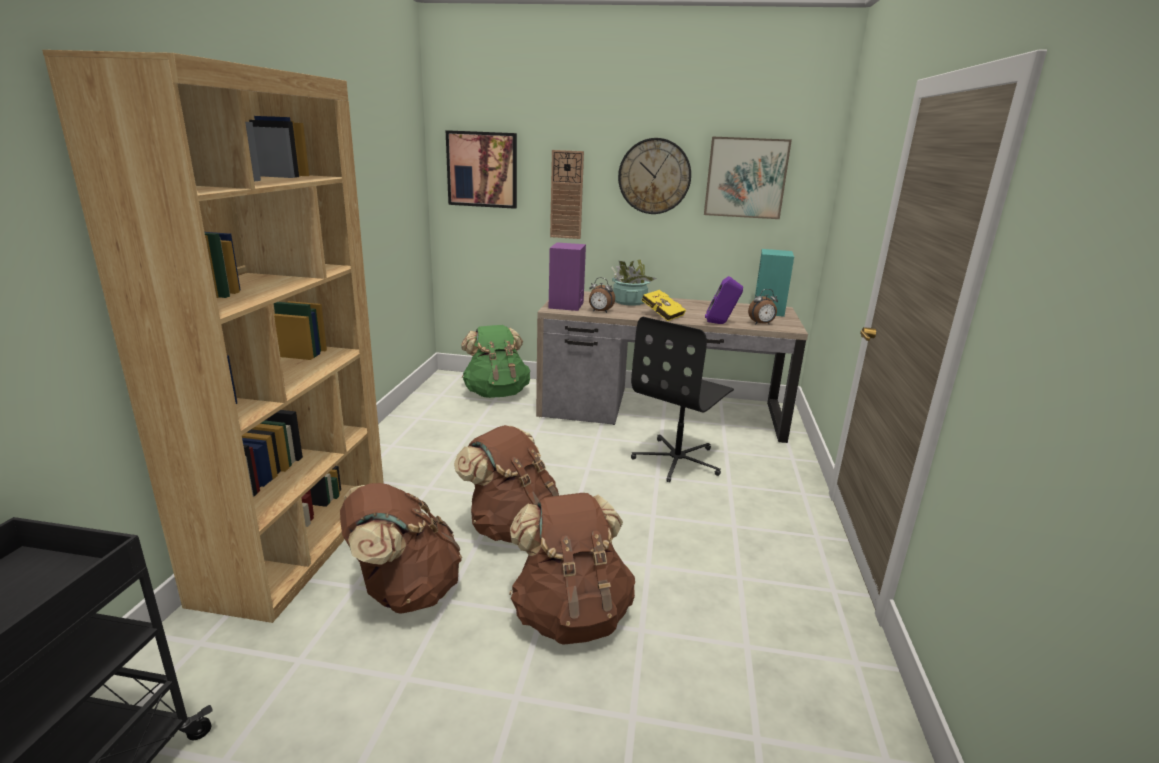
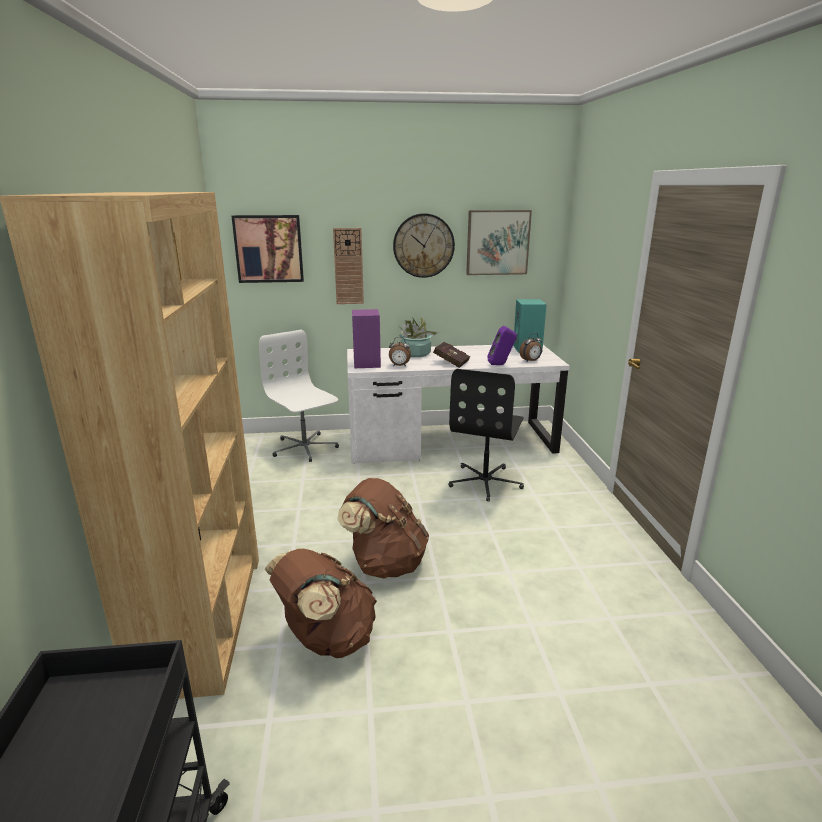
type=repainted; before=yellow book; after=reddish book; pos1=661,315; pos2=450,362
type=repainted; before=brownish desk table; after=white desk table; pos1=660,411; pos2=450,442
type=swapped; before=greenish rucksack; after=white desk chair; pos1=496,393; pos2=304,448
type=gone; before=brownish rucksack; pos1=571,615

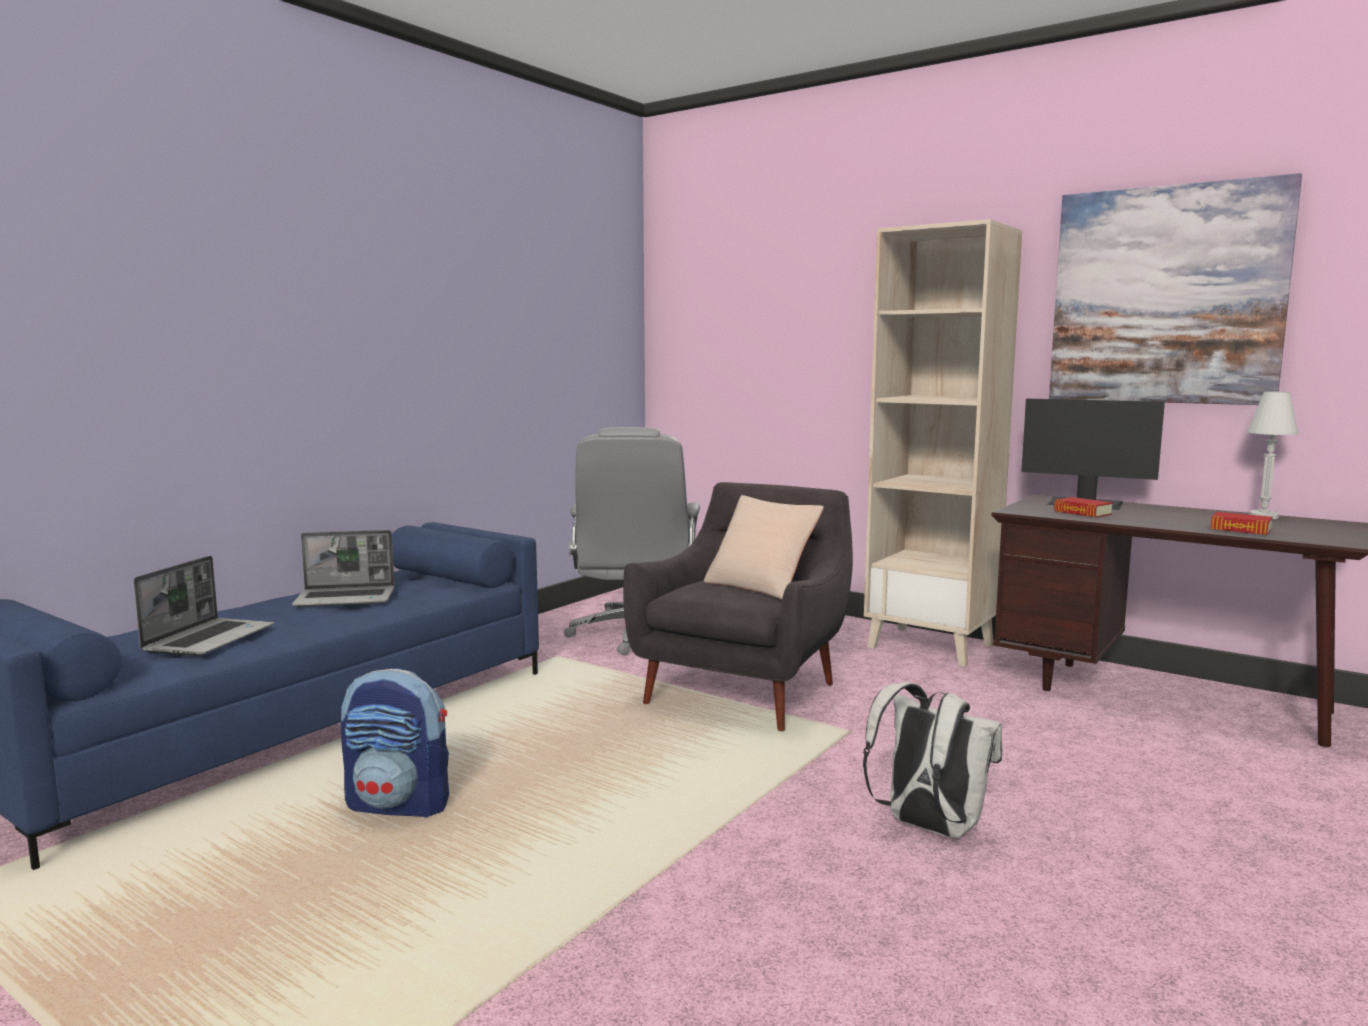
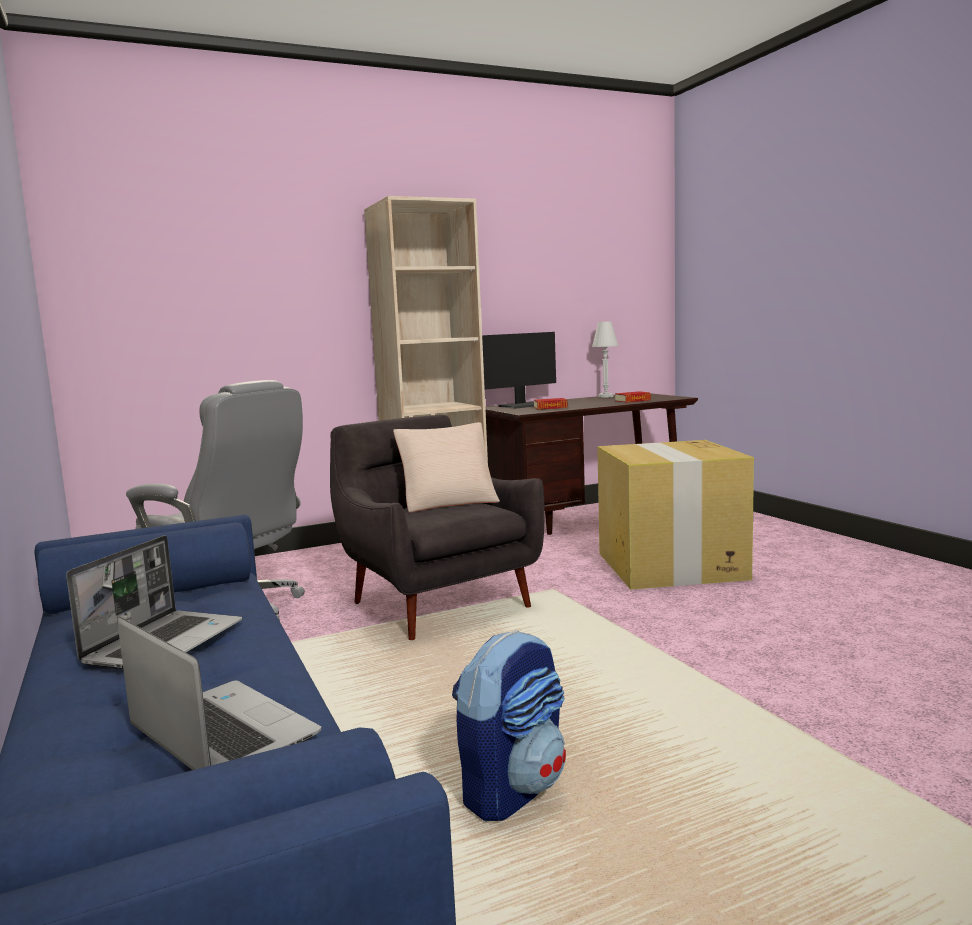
type=gone; before=wall art; pos1=1165,296
type=gone; before=white rucksack; pos1=928,827
type=new; after=packing box; pos2=671,566

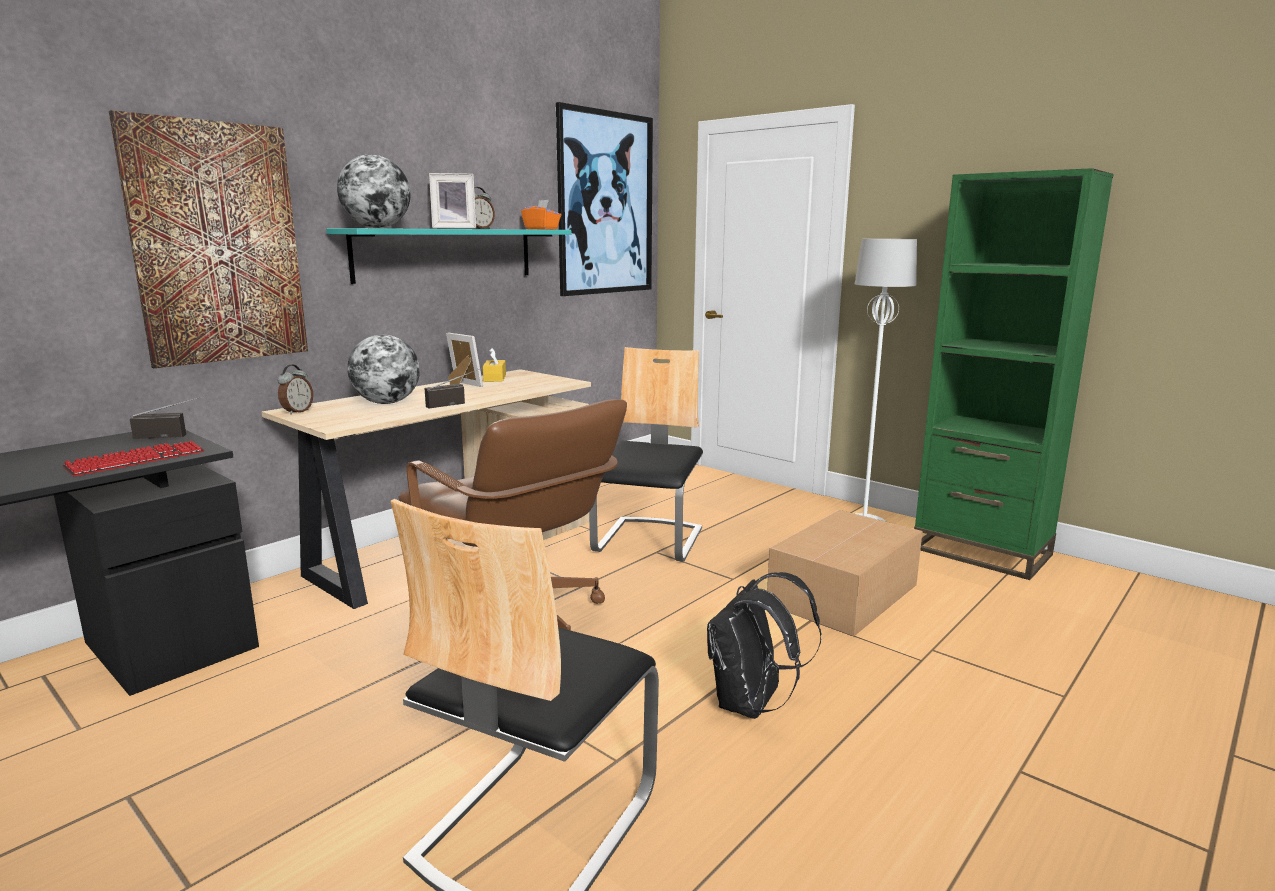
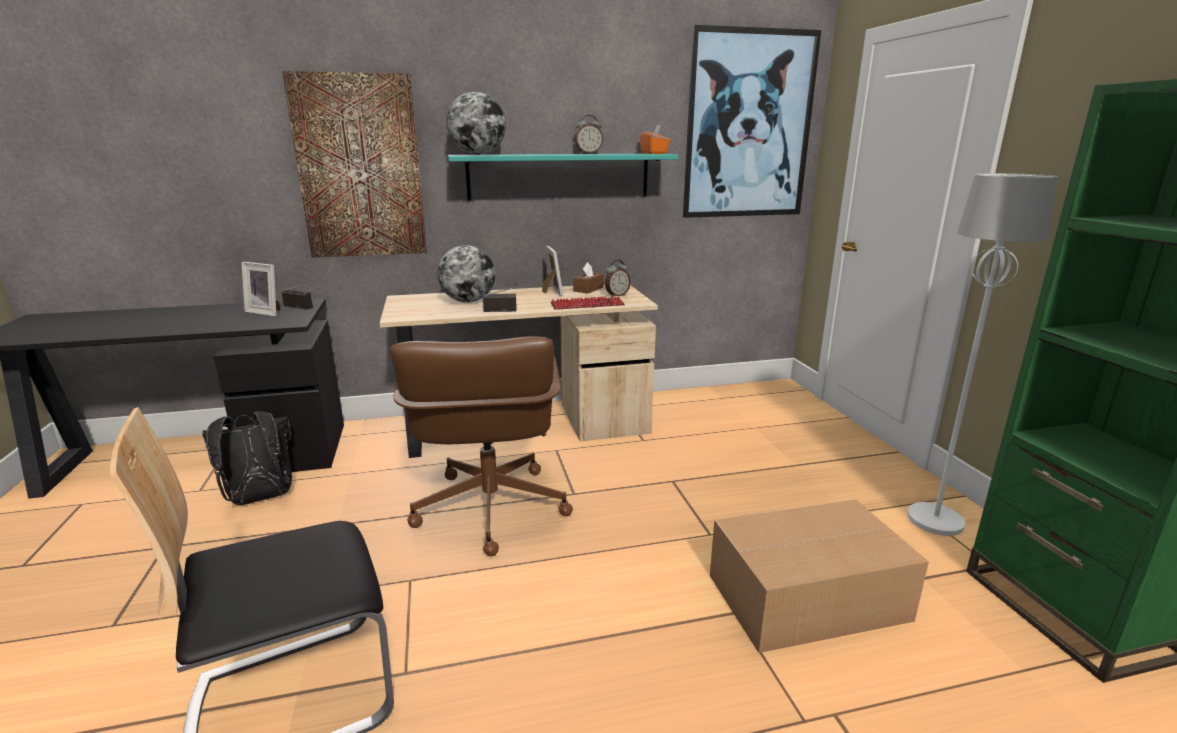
type=shifted; before=standing frame; pos1=454,228; pos2=267,312
type=gone; before=chair; pos1=649,540
type=repainted; before=yellow tissue holder; after=brownish tissue holder; pos1=494,378; pos2=588,289
type=shifted; before=alarm clock; pos1=297,412; pos2=616,295
type=shifted; before=computer keyboard; pos1=137,460; pos2=587,305
type=shifted; before=black rucksack; pos1=751,705; pos2=260,499

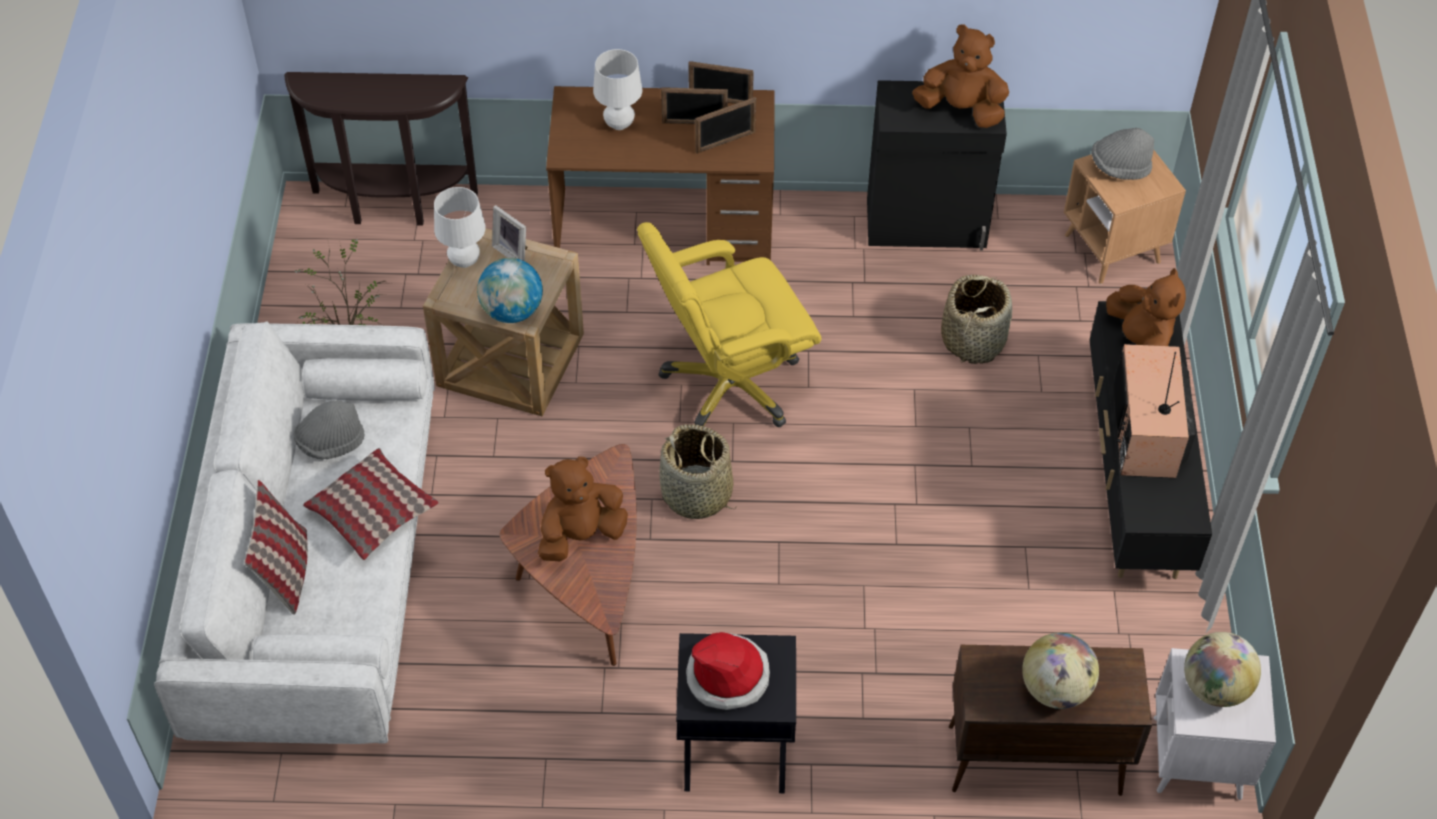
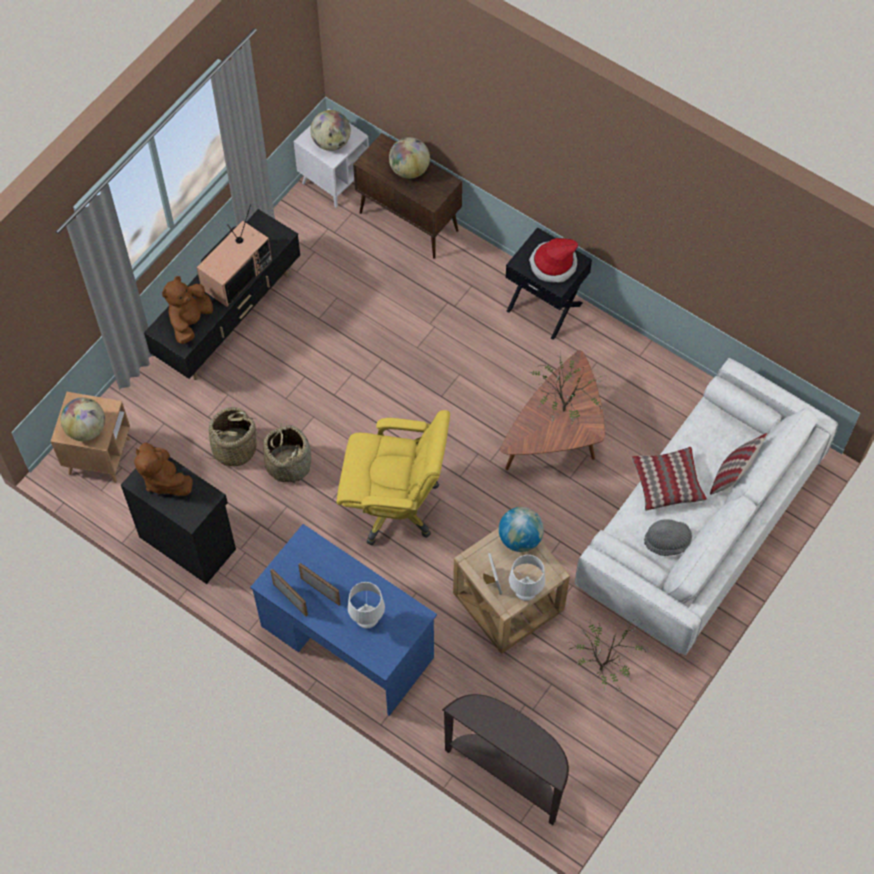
type=repainted; before=brownish desk table; after=bluish desk table; pos1=665,228; pos2=347,641
type=gone; before=standing frame; pos1=725,142
type=swapped; before=gray wearable hat; after=desk globe; pos1=1119,167; pos2=86,429
type=shifted; before=household basket; pos1=697,494; pos2=288,464
type=swapped; before=brownish plush toy; after=plant in a pot; pos1=581,535; pos2=561,412

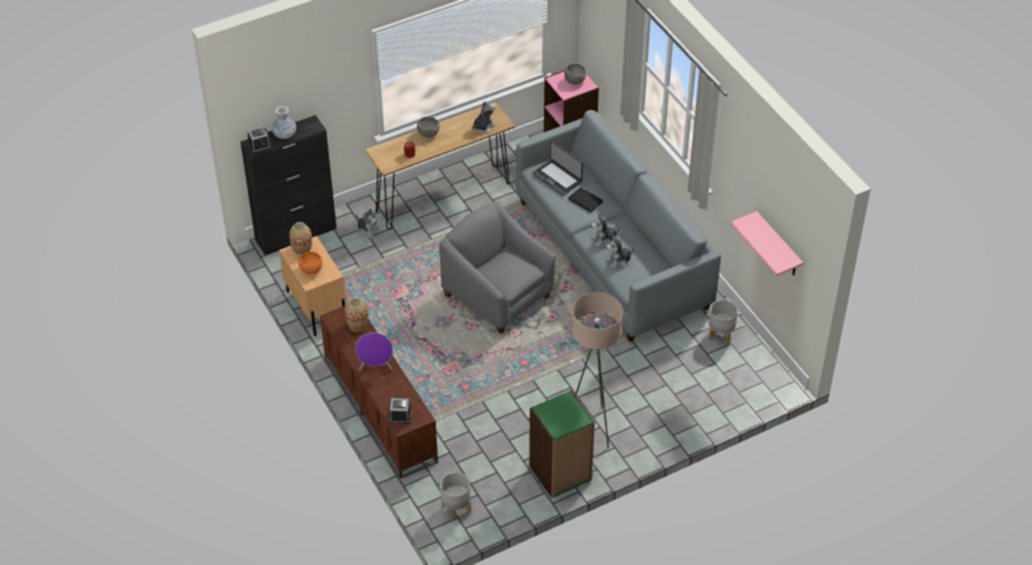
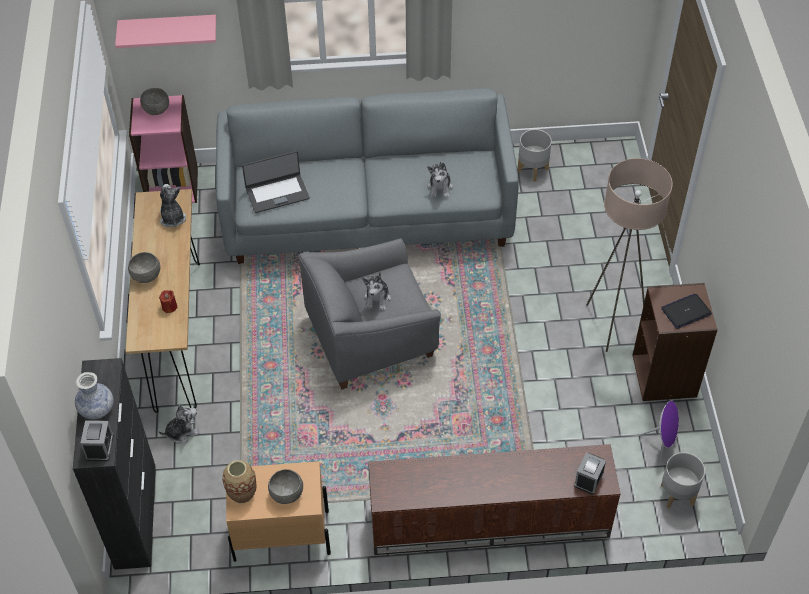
type=shifted; before=portable computer; pos1=585,200; pos2=686,311
type=shifted; before=pink-coloured wall shelf; pos1=778,246; pos2=169,30
type=shifted; before=plush toy; pos1=604,239; pos2=377,298
type=repainted; before=orange deep dish; after=gray deep dish; pos1=311,270; pos2=287,493
type=gone; before=flower vase; pos1=357,325
type=shifted; before=purplish loudspeaker; pos1=376,367; pos2=661,442
type=repainted; before=greenish shelving unit; after=brownish shelving unit; pos1=560,473; pos2=665,376

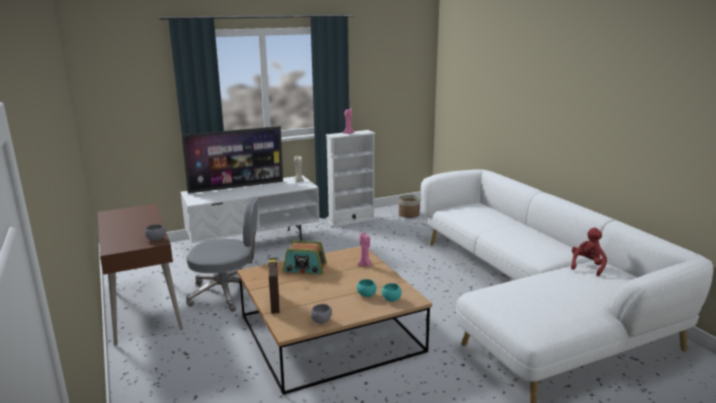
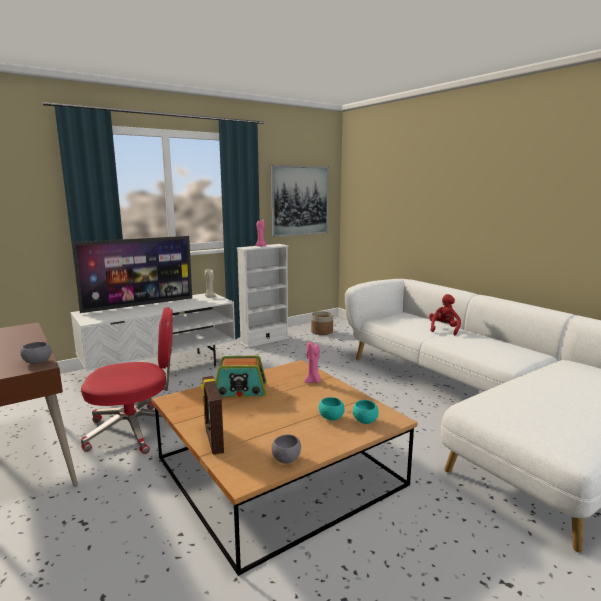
type=repainted; before=gray desk chair; after=reddish desk chair; pos1=227,293; pos2=136,430
type=shifted; before=reddish plush toy; pos1=587,266; pos2=444,329
type=new; after=wall art; pos2=299,200

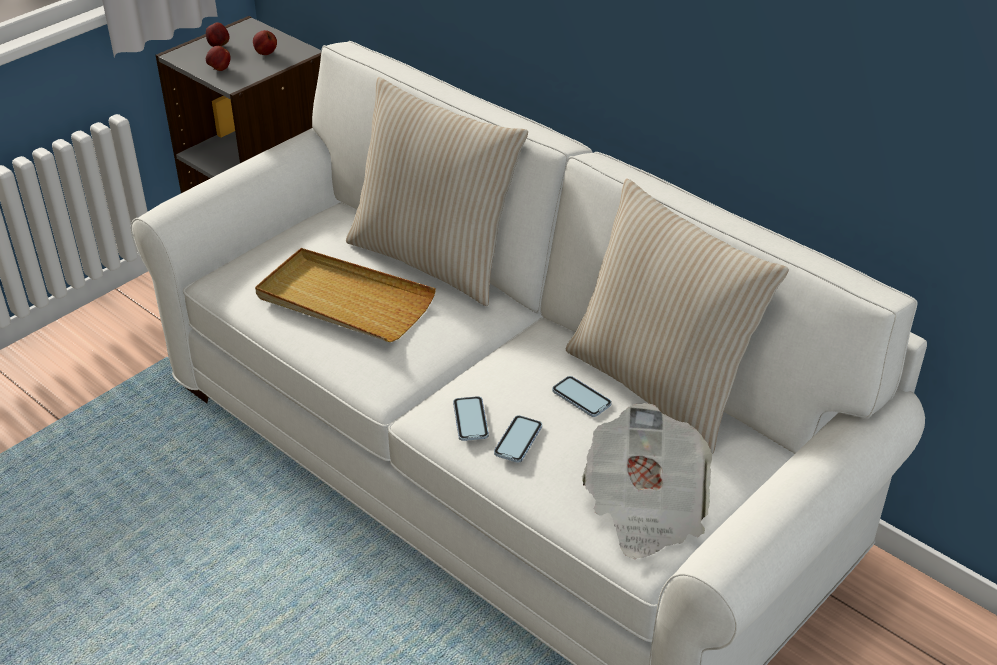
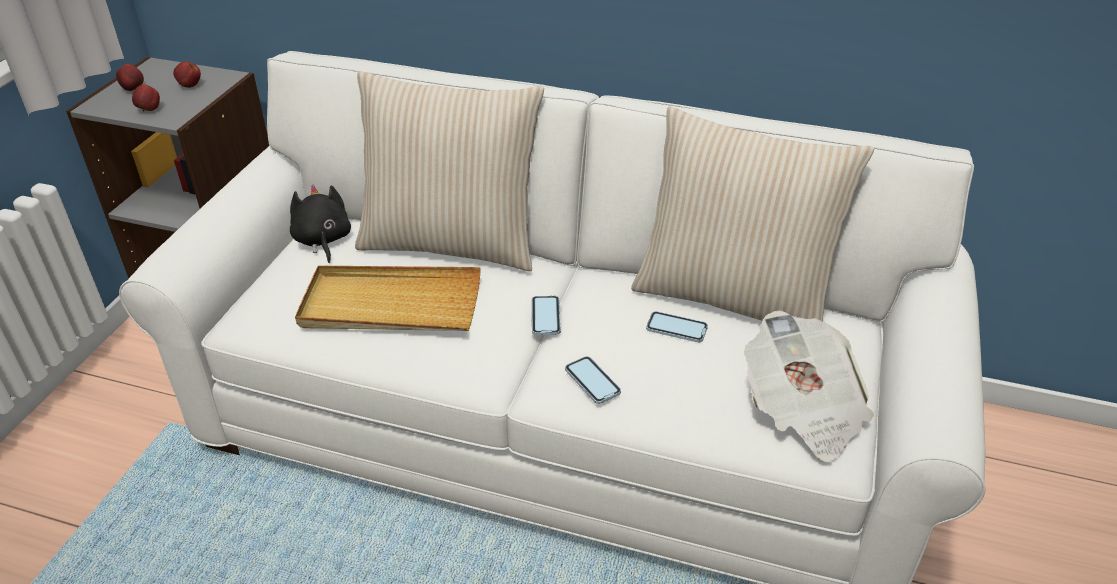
type=shifted; before=telephone; pos1=518,440; pos2=545,317
type=new; after=black plush toy; pos2=322,240

